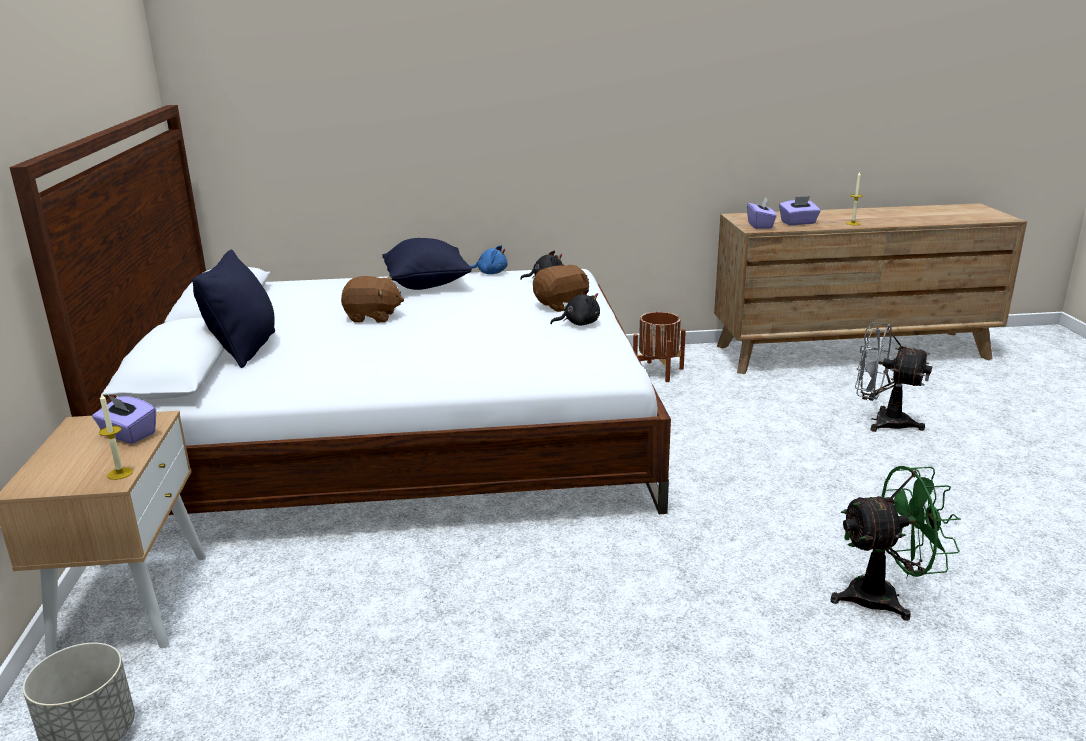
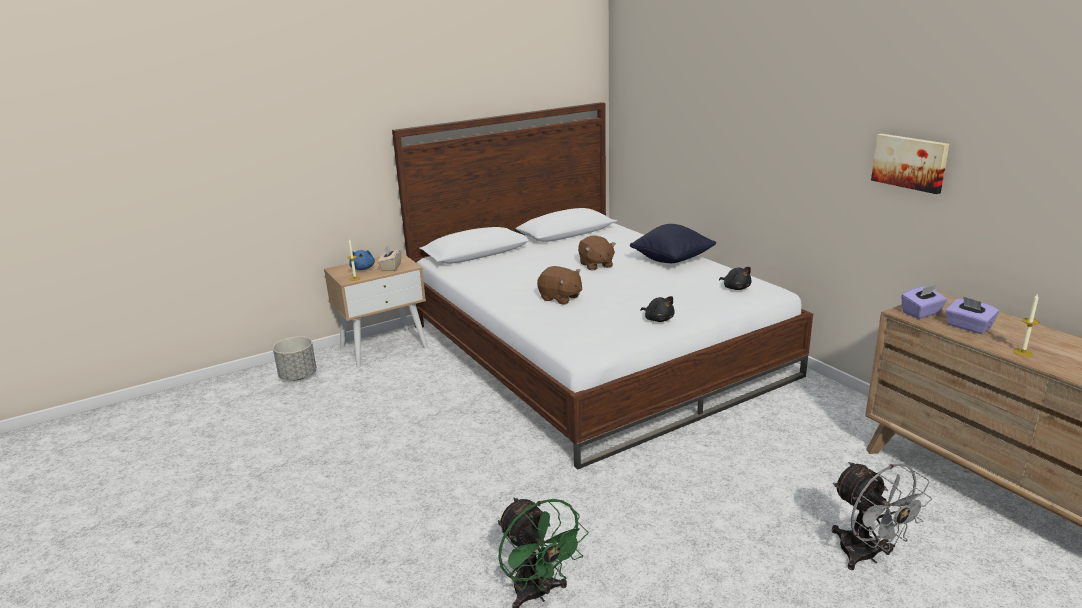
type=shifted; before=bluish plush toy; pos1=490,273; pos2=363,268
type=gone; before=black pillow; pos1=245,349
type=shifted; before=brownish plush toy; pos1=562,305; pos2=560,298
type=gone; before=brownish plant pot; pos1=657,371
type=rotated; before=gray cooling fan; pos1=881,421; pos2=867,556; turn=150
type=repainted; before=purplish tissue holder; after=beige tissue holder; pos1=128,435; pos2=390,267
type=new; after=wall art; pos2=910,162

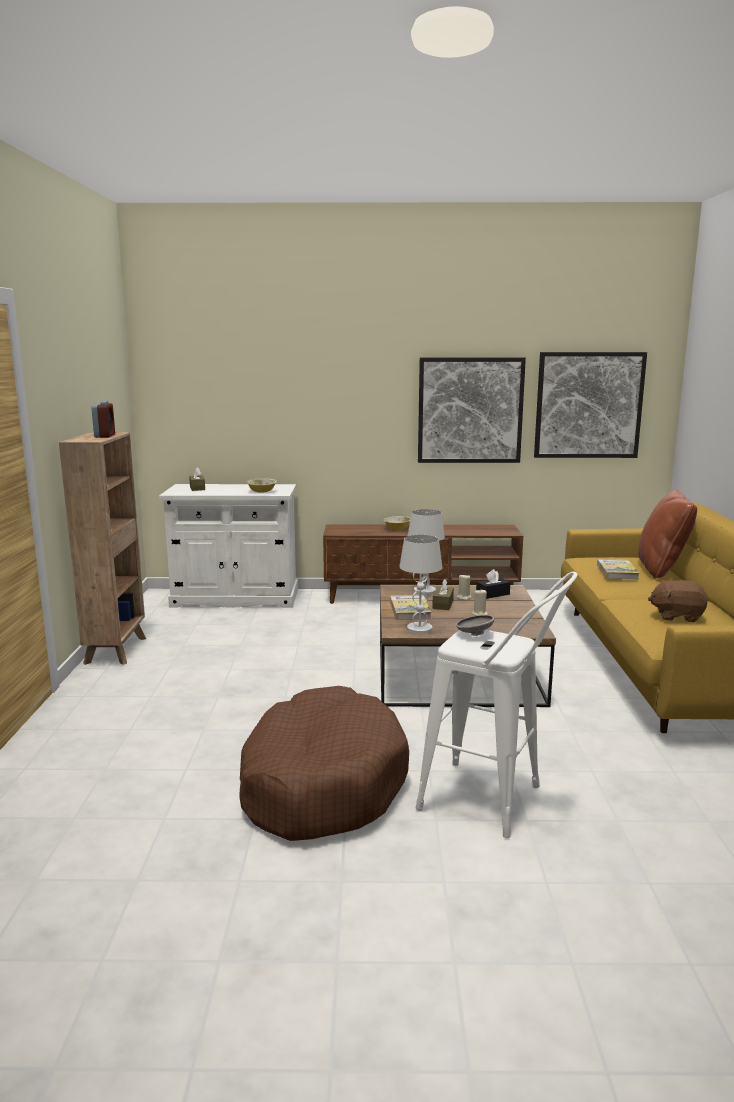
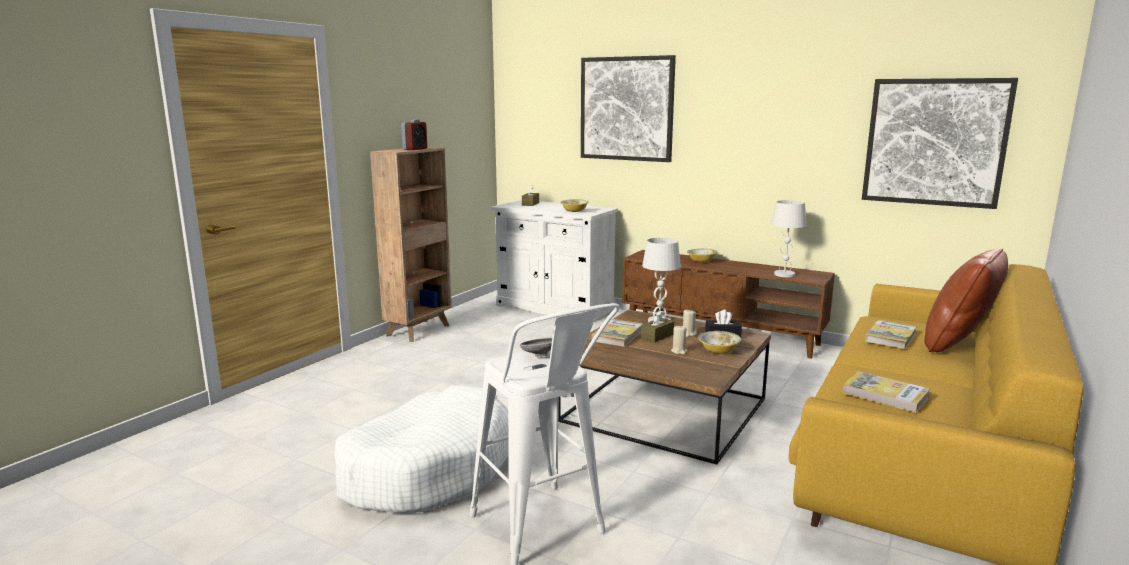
type=shifted; before=wall art; pos1=470,410; pos2=626,109
type=shifted; before=white tabletop lamp; pos1=419,629; pos2=784,274
type=swapped; before=brownish plush toy; after=book; pos1=677,616; pos2=885,395
type=repainted; before=brownish dog bed; after=white dog bed; pos1=321,783; pos2=428,468
type=new; after=deep dish; pos2=718,351

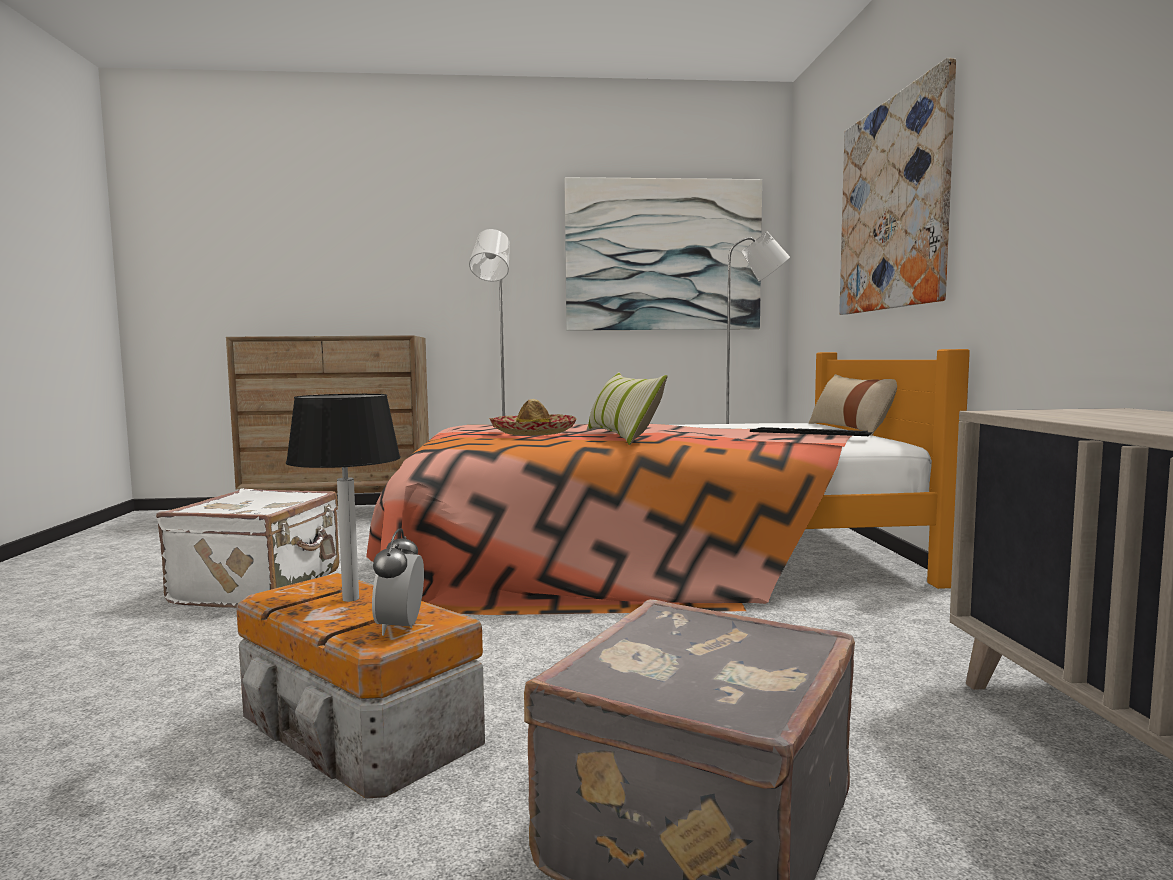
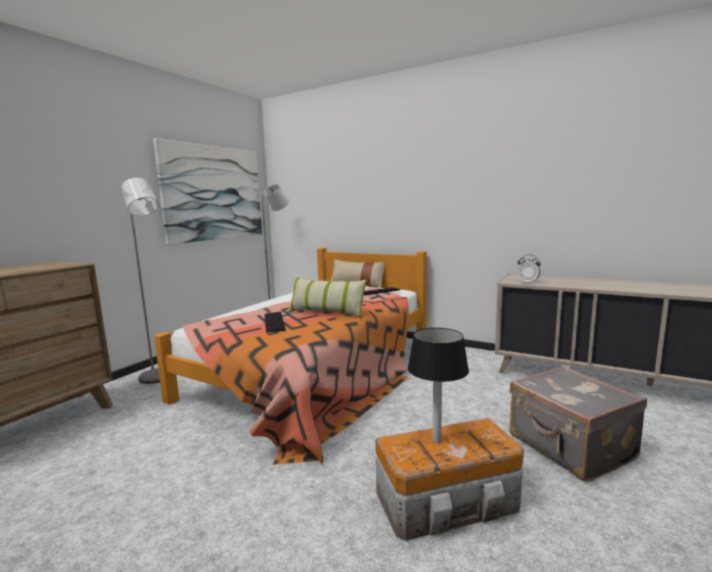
type=gone; before=wall art; pos1=893,205
type=swapped; before=wearable hat; after=computer keyboard; pos1=533,433; pos2=274,322
type=gone; before=white travel case; pos1=261,587
type=shifted; before=alarm clock; pos1=400,627; pos2=528,283

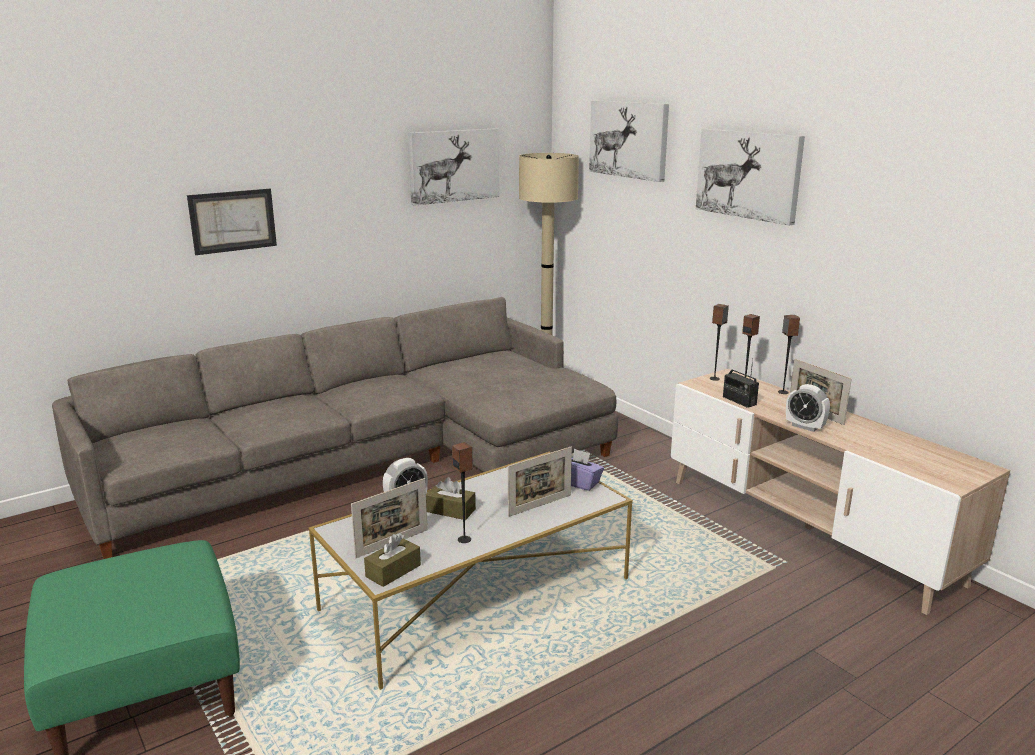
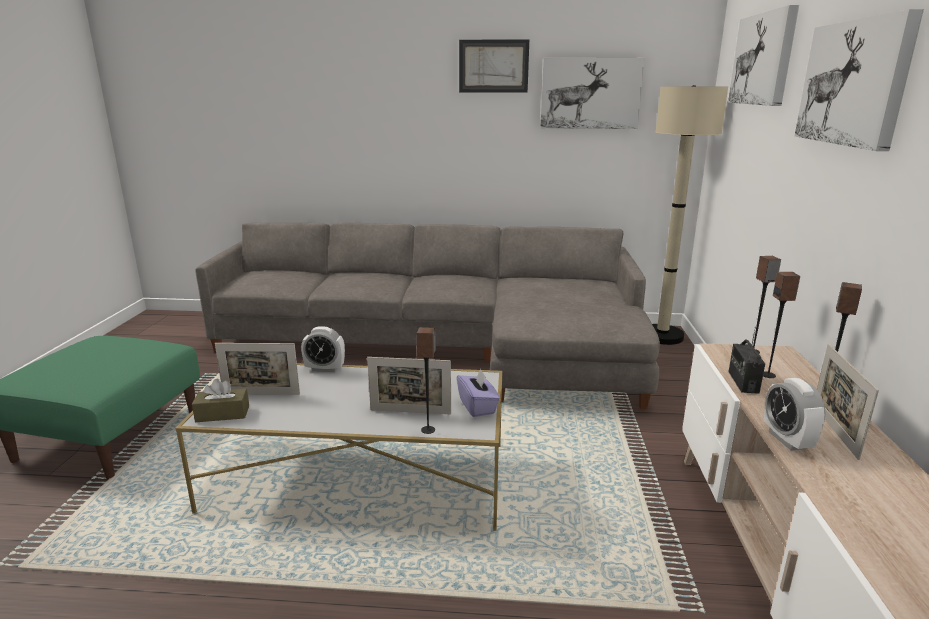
type=shifted; before=wall art; pos1=233,221; pos2=493,66
type=shifted; before=loudspeaker; pos1=464,539; pos2=428,430
type=gone; before=brownish tissue holder; pos1=450,510

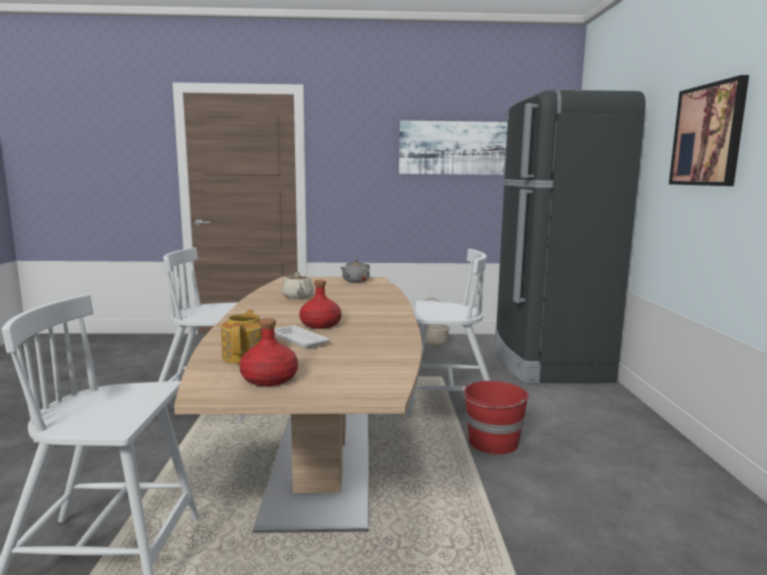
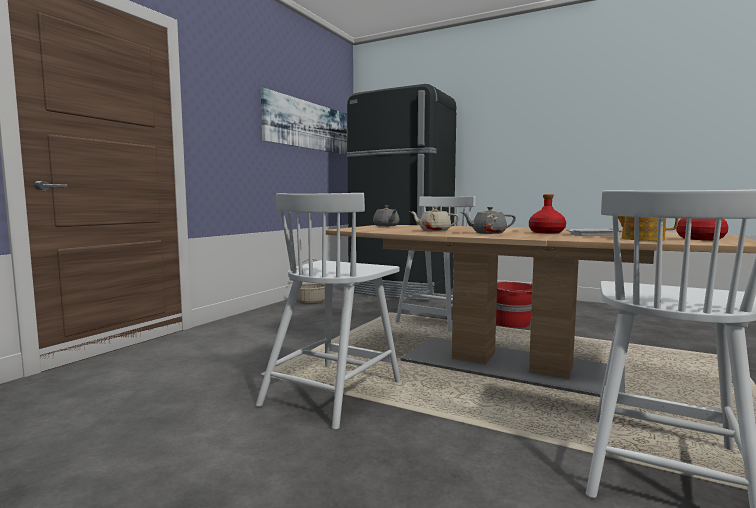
type=gone; before=wall art; pos1=708,135
type=new; after=gray tea pot; pos2=488,233

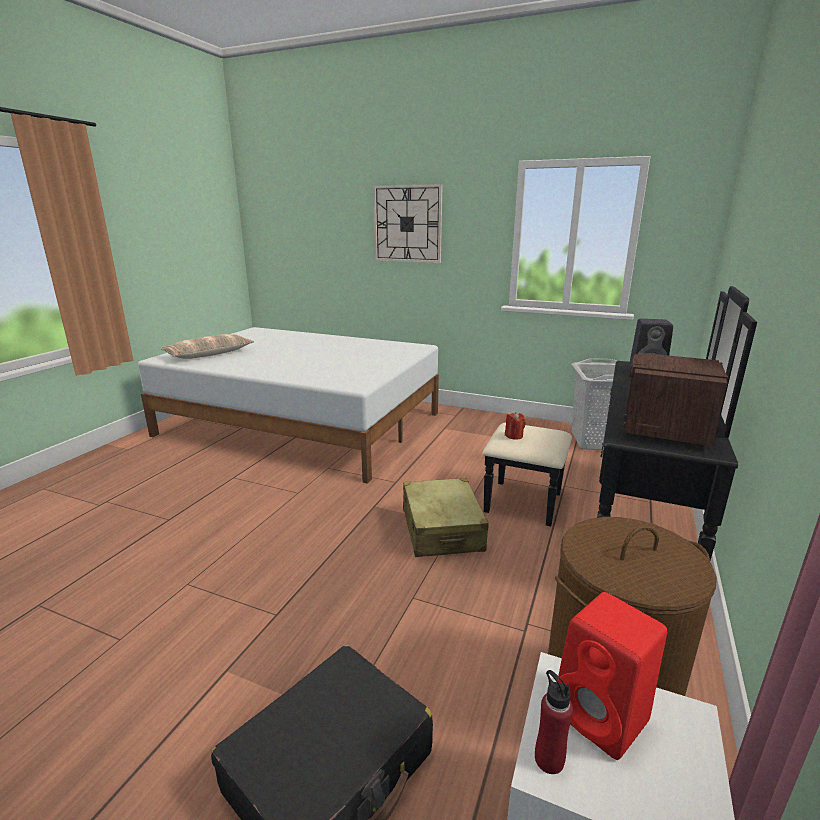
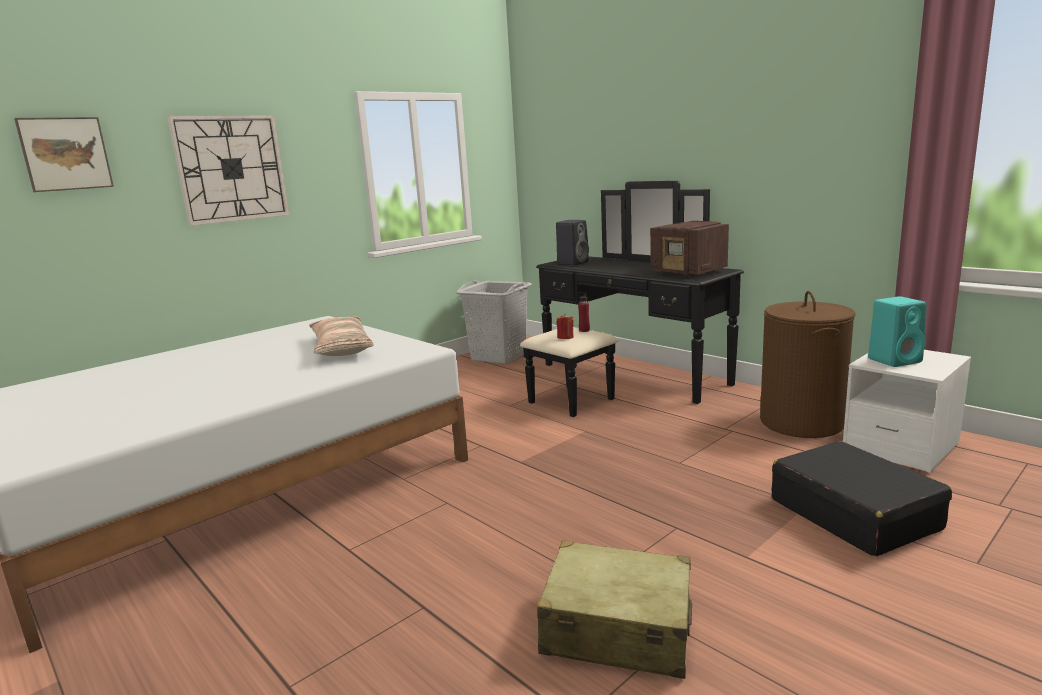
type=shifted; before=pillow; pos1=209,354; pos2=341,348
type=shifted; before=beige travel case; pos1=442,529; pos2=617,628
type=repainted; before=reddish loudspeaker; after=blue-green loudspeaker; pos1=603,717; pos2=895,360
type=shifted; before=reddish drink bottle; pos1=549,759; pos2=584,330
type=new; after=wall art; pos2=65,154

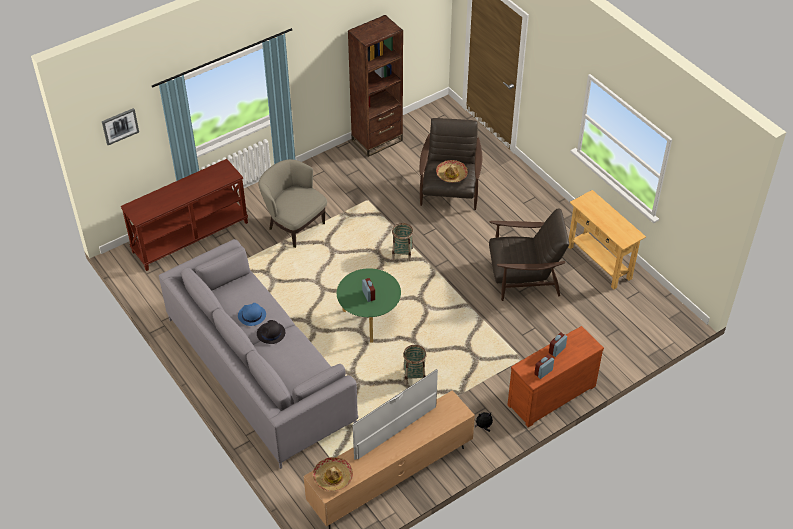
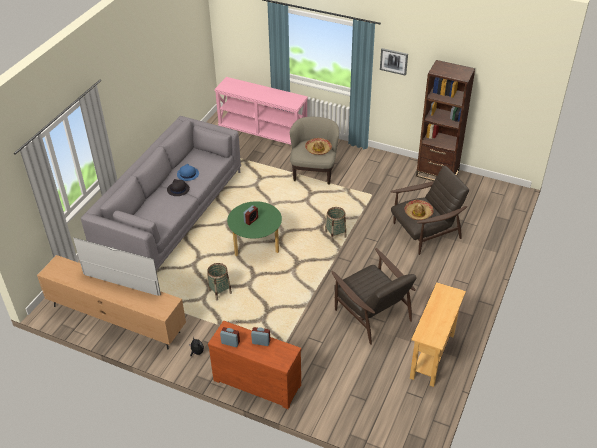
type=shifted; before=wall art; pos1=120,126; pos2=394,61
type=repainted; before=brownish console table; after=pink-coloured console table; pos1=190,236; pos2=263,134
type=shifted; before=wearable hat; pos1=333,477; pos2=318,149

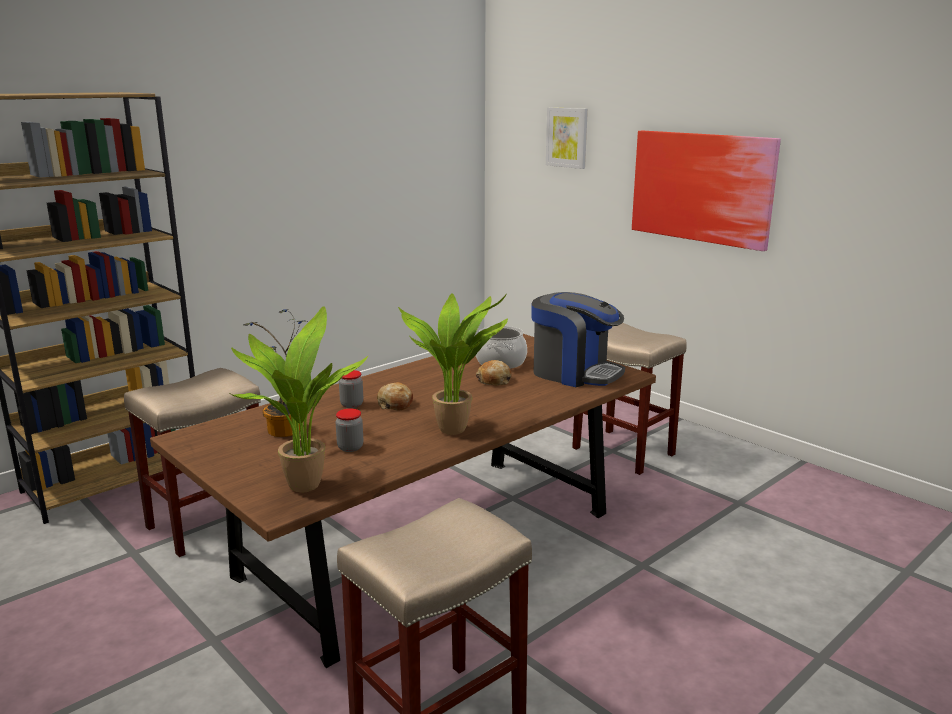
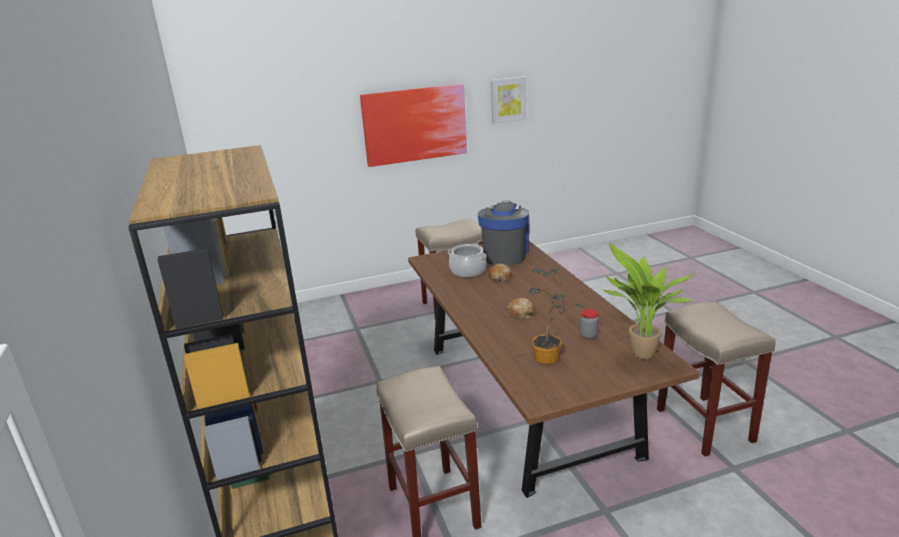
type=shifted; before=wall art; pos1=567,137; pos2=508,99
type=rotated; before=coffee brewer; pos1=574,373; pos2=505,254; turn=-45
type=gone; before=plant in a pot; pos1=456,429
type=gone; before=preserve jar; pos1=352,405

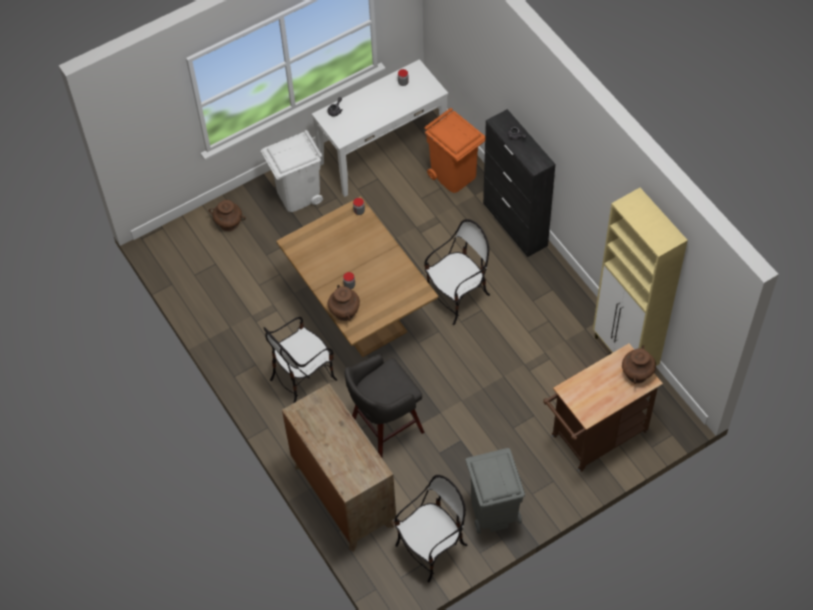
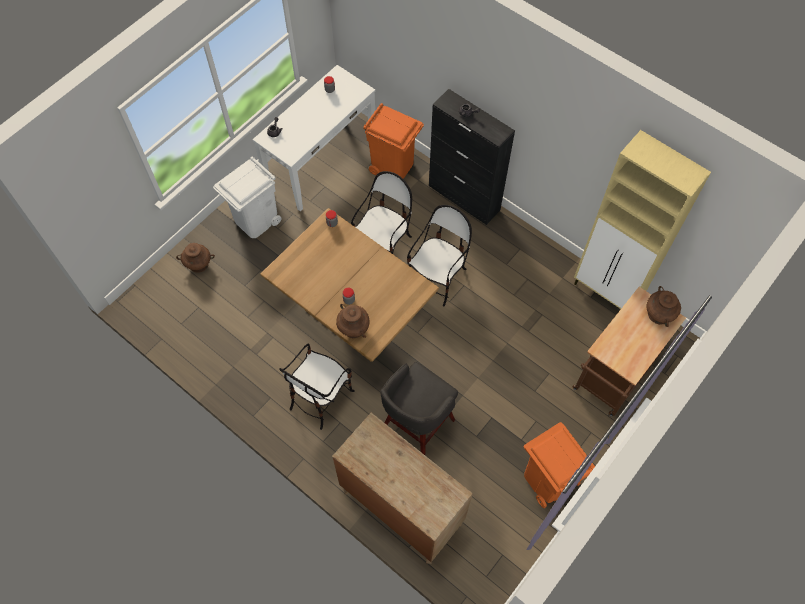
type=repainted; before=gray rubbish bin; after=orange rubbish bin; pos1=493,511; pos2=548,480
type=shifted; before=chair; pos1=432,548; pos2=384,246

